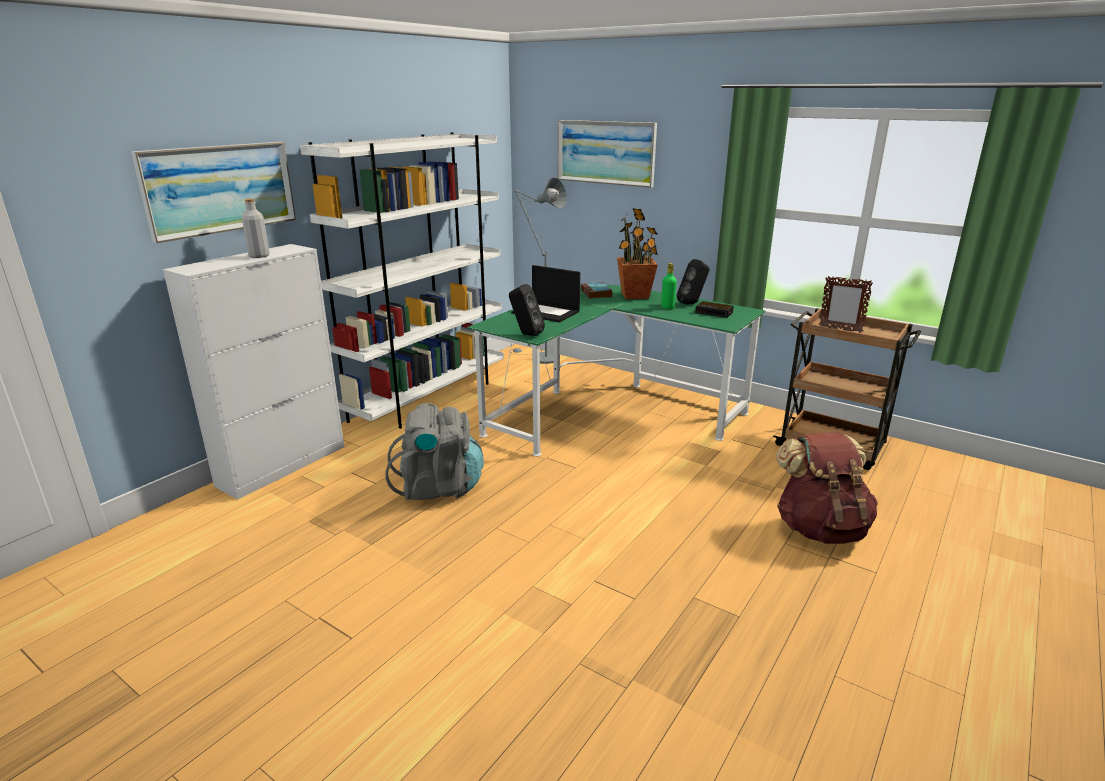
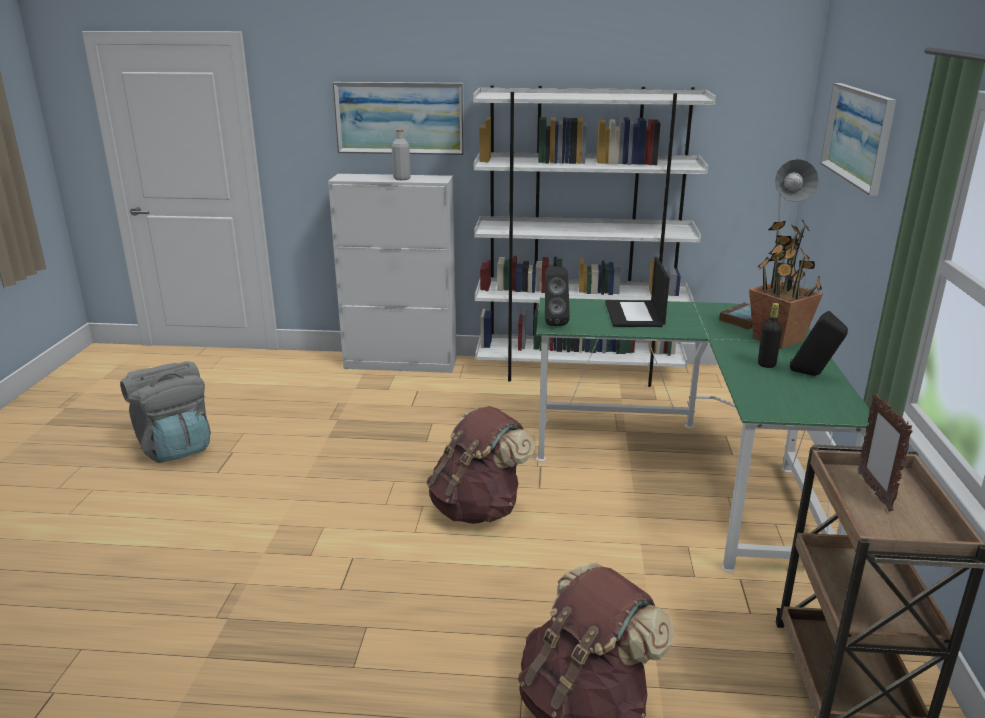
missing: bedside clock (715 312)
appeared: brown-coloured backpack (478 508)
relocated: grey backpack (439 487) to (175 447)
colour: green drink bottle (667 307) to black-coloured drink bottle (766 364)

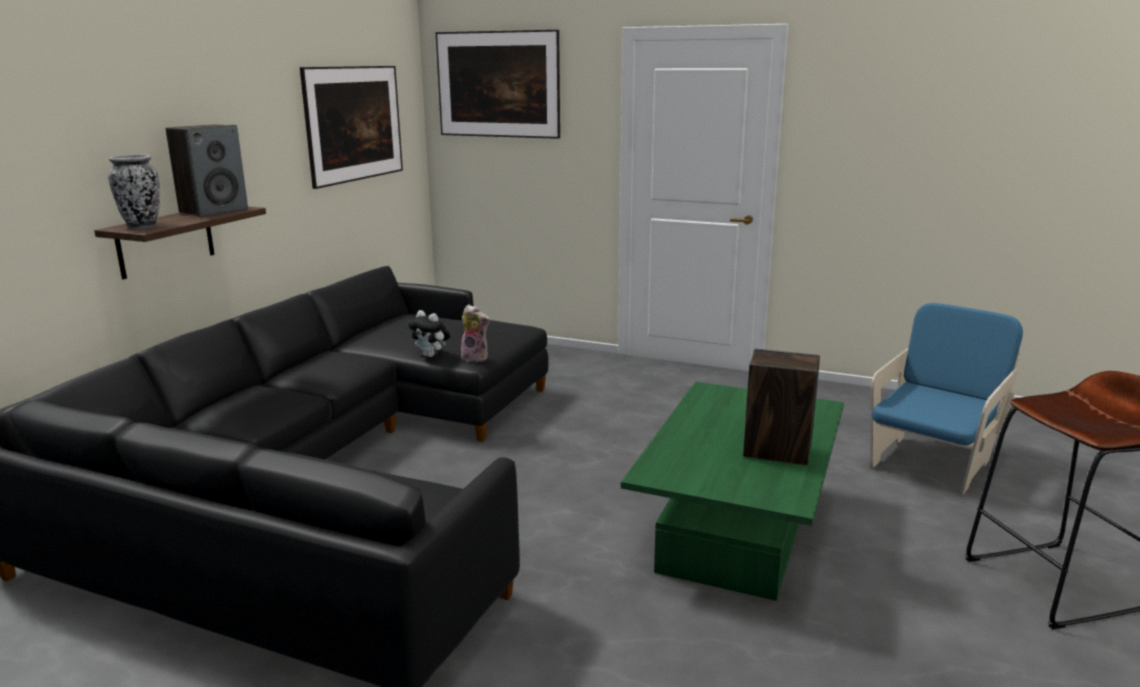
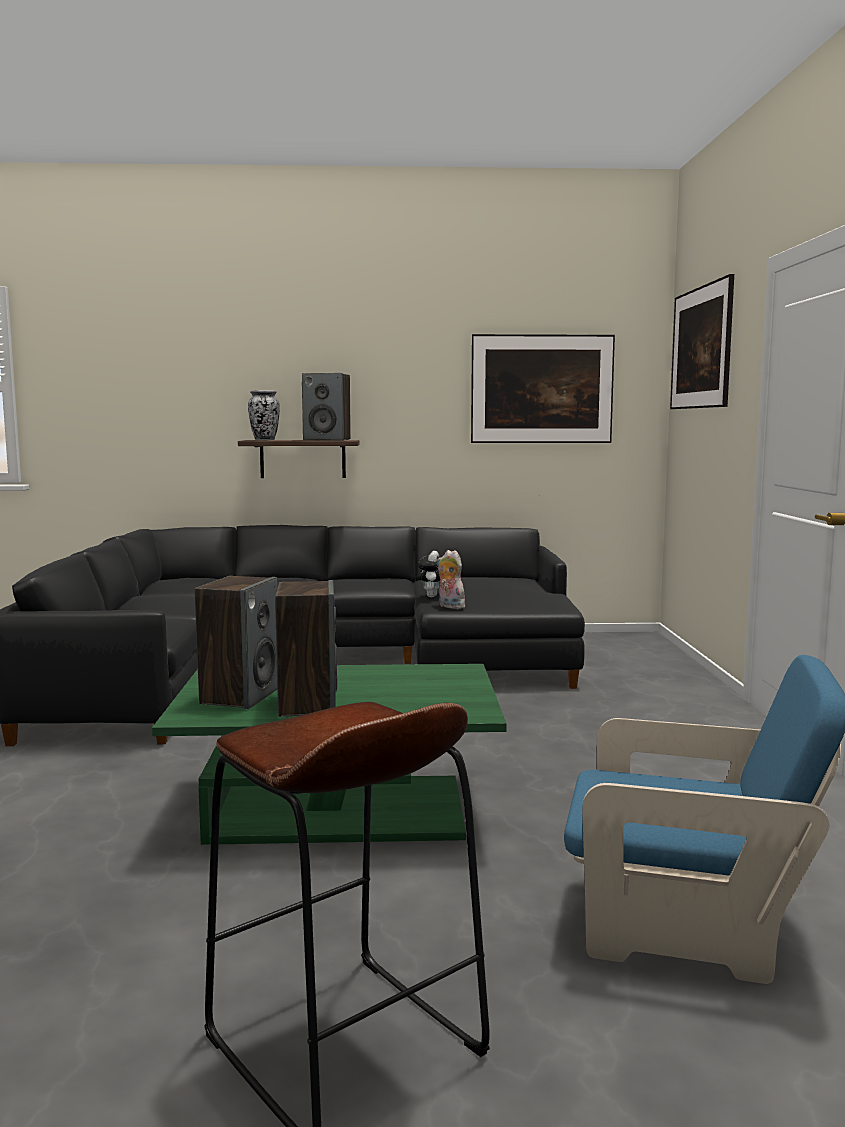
appeared: audio speaker (240 696)
spun: plush toy (476 358) = (449 606) 135 degrees clockwise

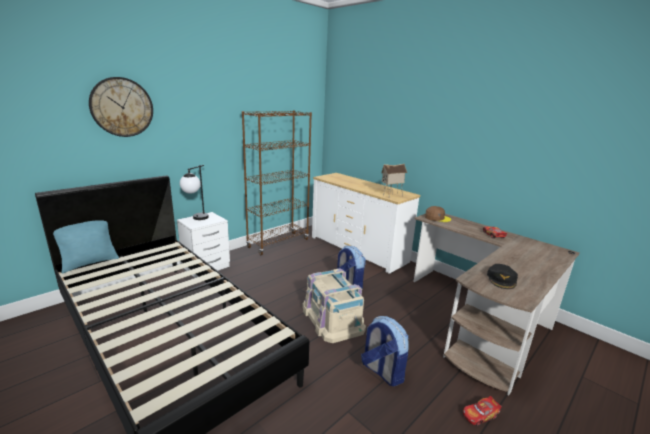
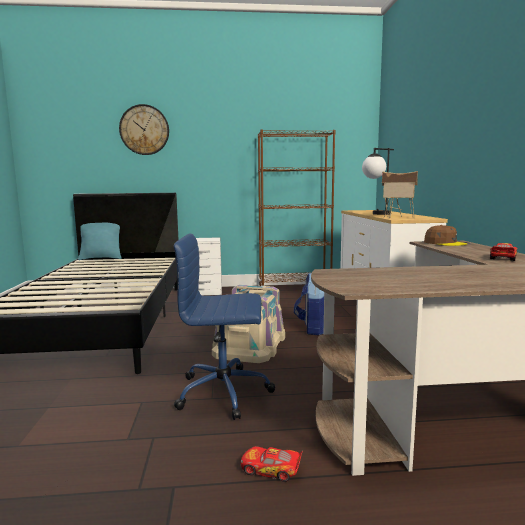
missing: black-coloured cap (502 279)
relocated: tabletop lamp (196 219) to (376 214)
exchanged: backpack (382 371) to bluish office chair (225 392)

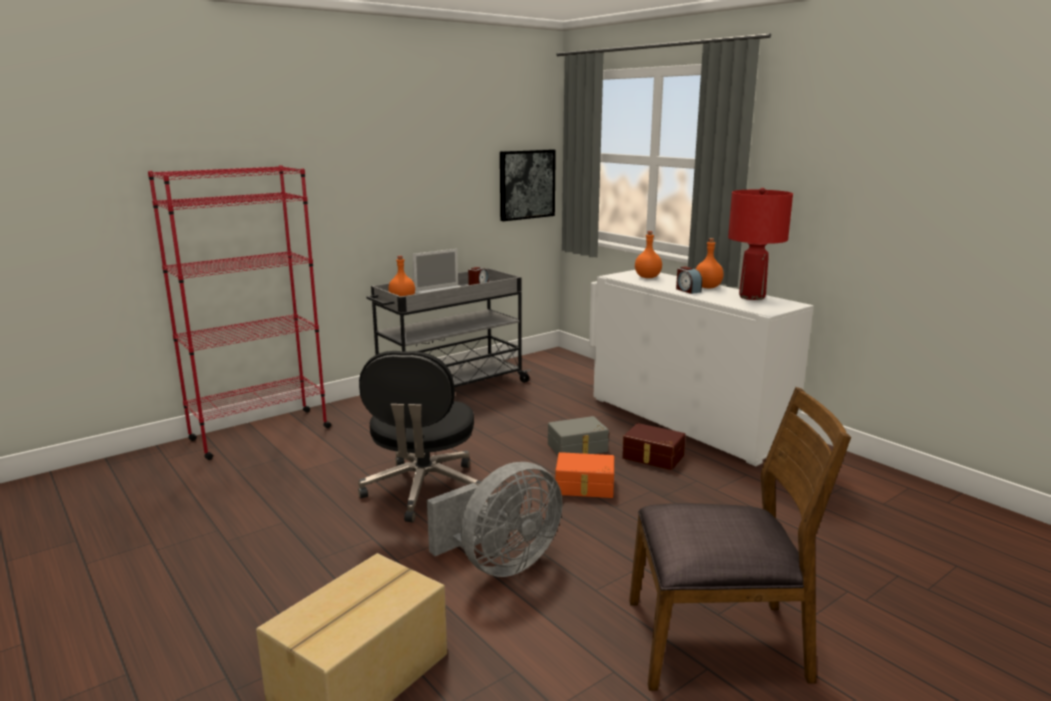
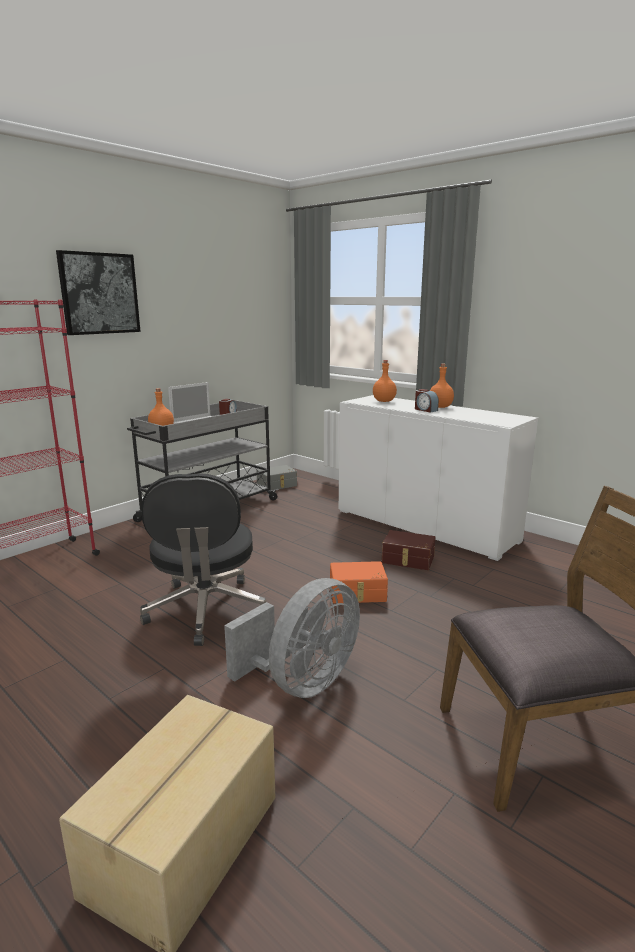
missing: red-coloured tabletop lamp (751 297)
relocated: wall art (526 184) to (99 293); grey storage container (578 448) to (277 485)

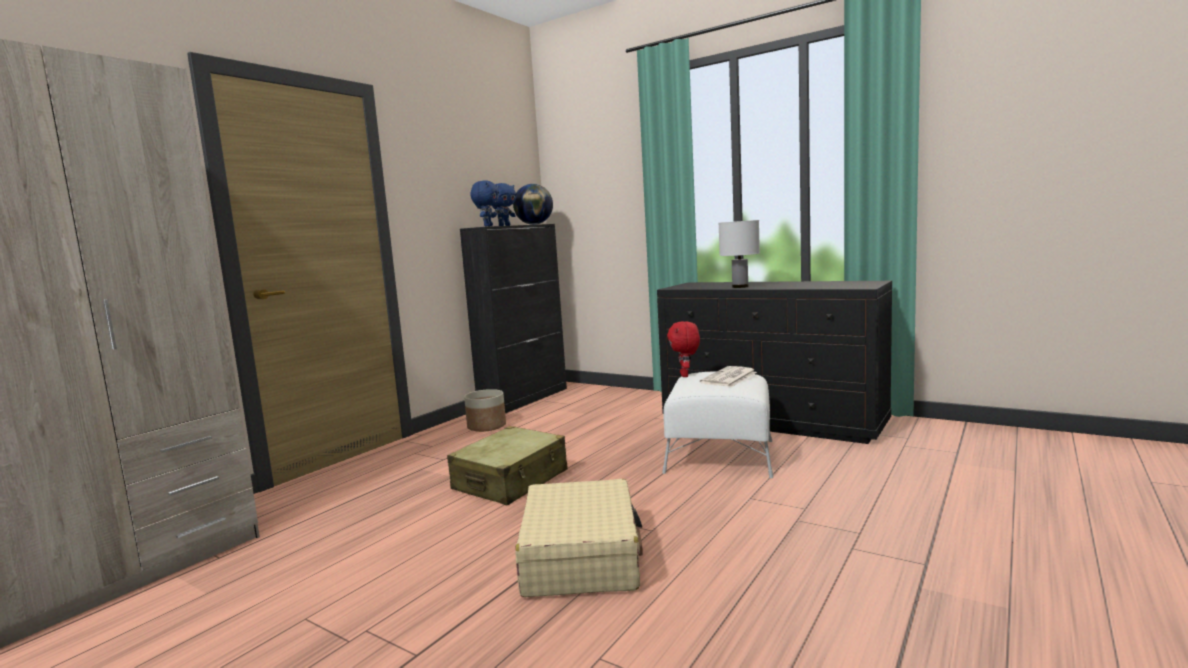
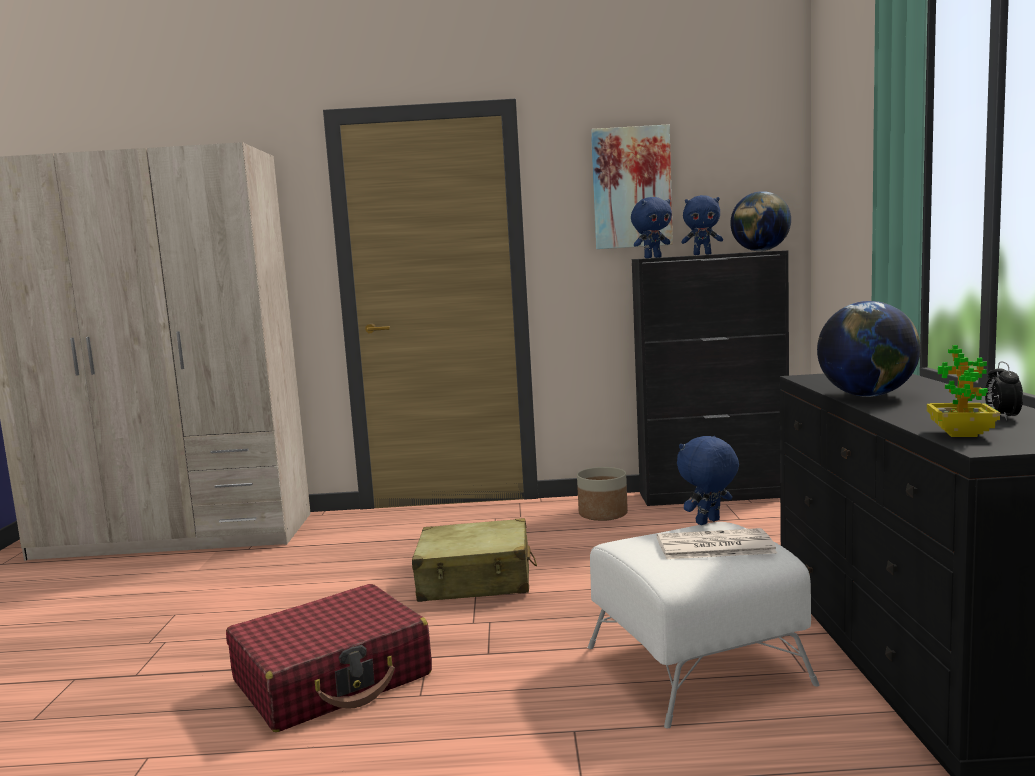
appeared: wall art (631 188); houseplant (961 434); bedside clock (1001 417)
exchanged: white-coloured tabletop lamp (740 287) to world globe (867 396)
colour: beige suitcase (581 556) to red-coloured suitcase (333 678); red-coloured plush toy (685 375) to bluish plush toy (708 522)

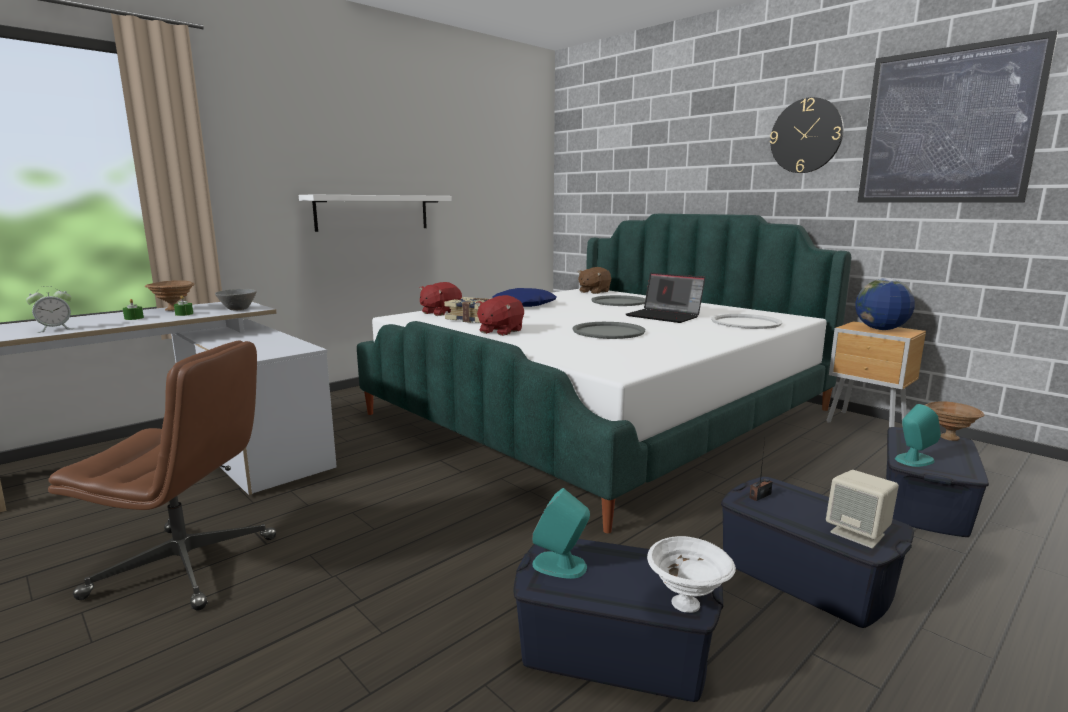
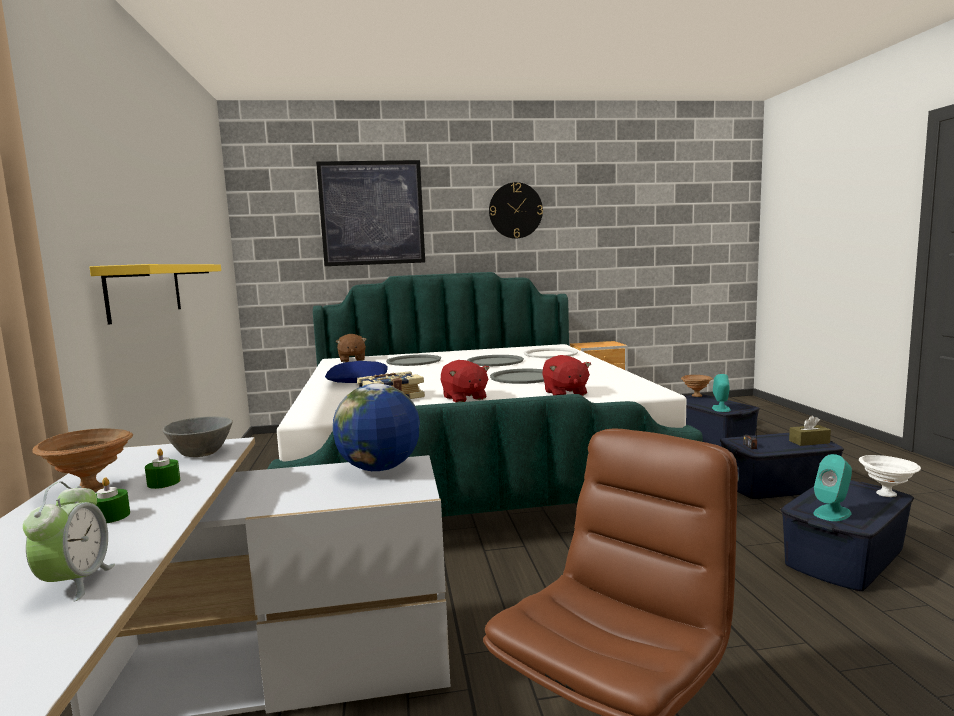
relocated: red-coloured plush toy (440 313) to (565 393); world globe (881 329) to (379 469); wall art (946 126) to (372 213)
exchanged: notebook computer (665 316) to grey carrying tray (495 361); beige audio speaker (858 534) to brown-coloured tissue box (809 442)
colour: white-coloured wall shelf (373 212) to yellow-coloured wall shelf (145 291)

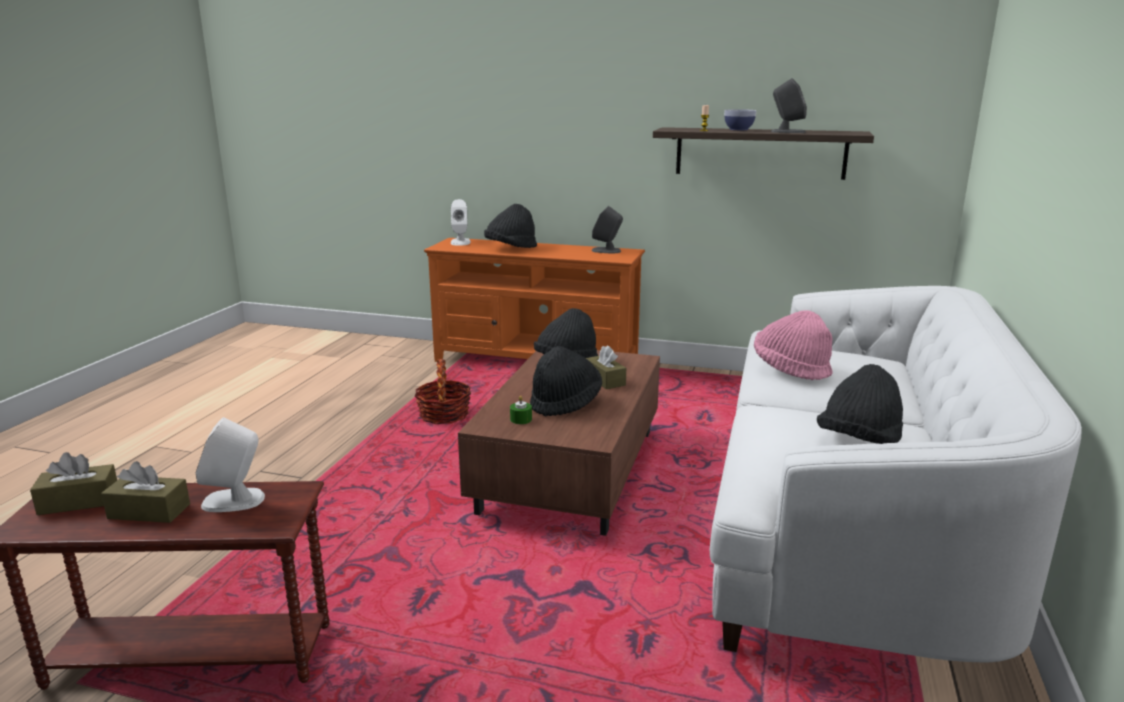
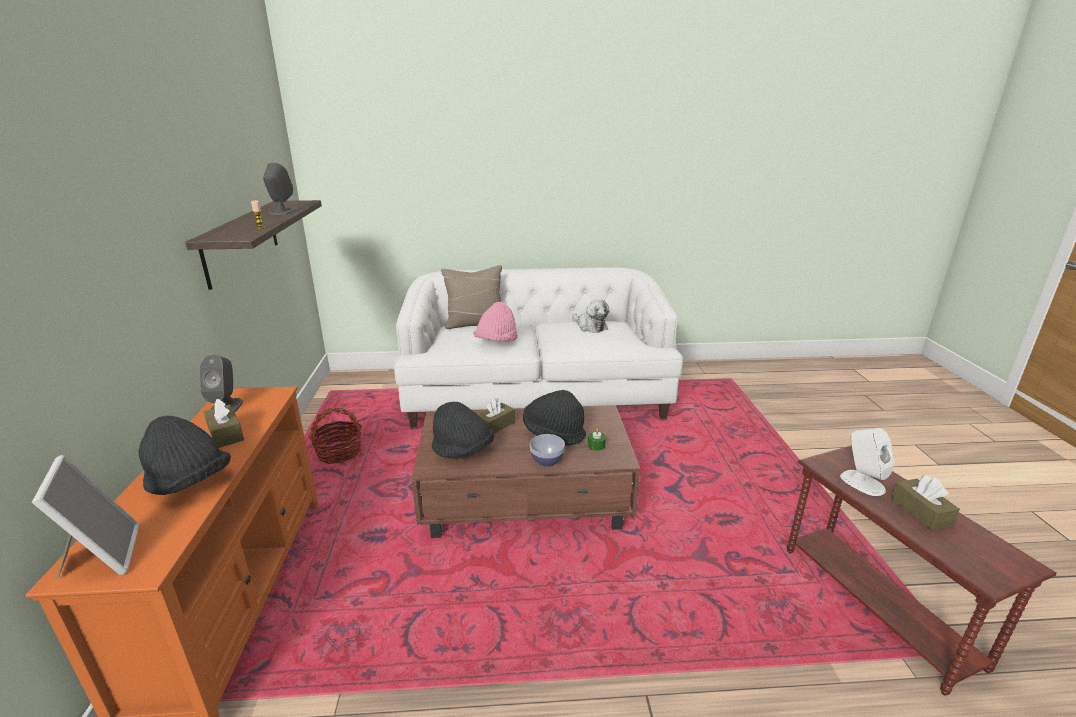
appeared: beige cushion (475 323)
relocated: brown-coloured tissue box (79 501) to (226 434); storage basket (444 415) to (339 452); serving bowl (738 129) to (547 461)
exchanged: white-coloured audio speaker (460 242) to standing frame (102 556); black-coloured hat (858 442) to plush toy (590 326)

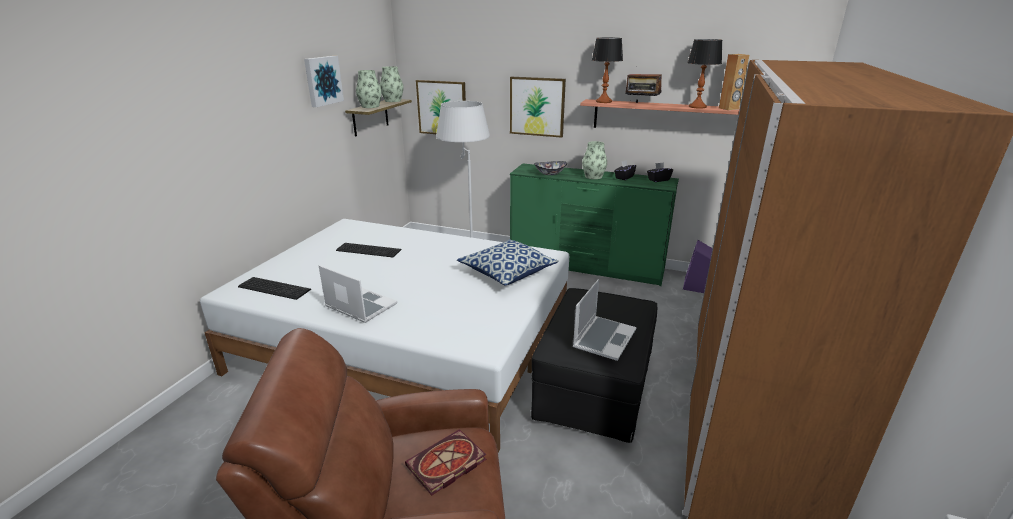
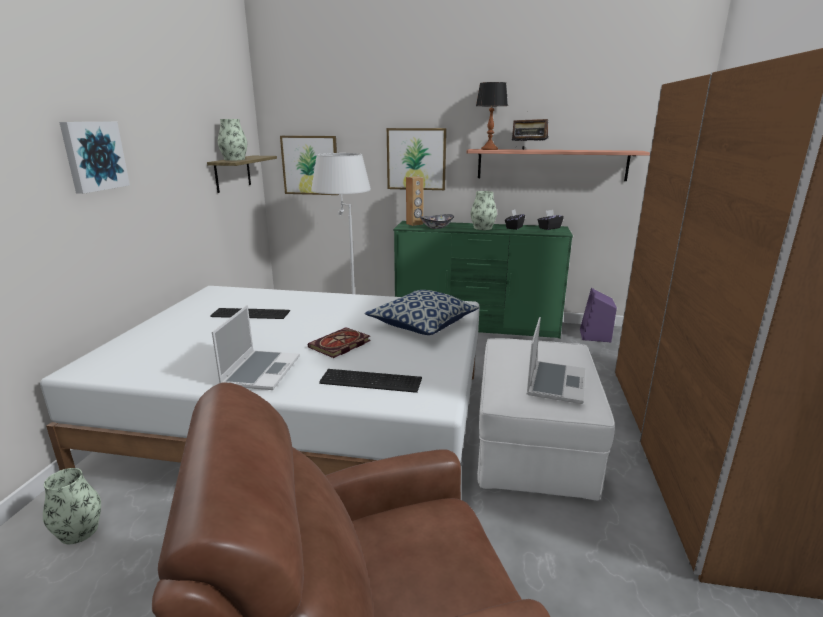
missing: tabletop lamp (697 107)
relocated: PC keyboard (274 287) to (370 379); wall art (322 80) to (93 156); flower vase (392 100) to (79 531); bound book (445 465) to (339 345); brown-coloured audio speaker (729 108) to (414 224)
colour: black-coloured pouffe (594 386) to white-coloured pouffe (533 443)
spun: notebook computer (360 306) = (260 371) 75 degrees clockwise

